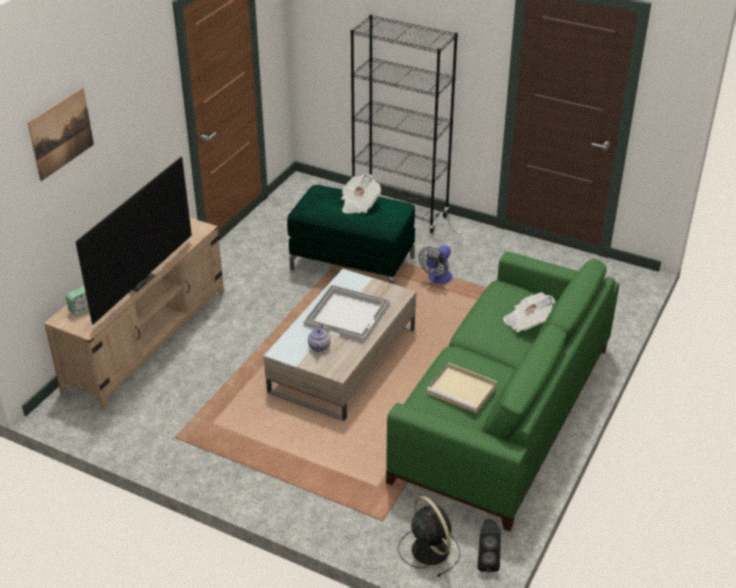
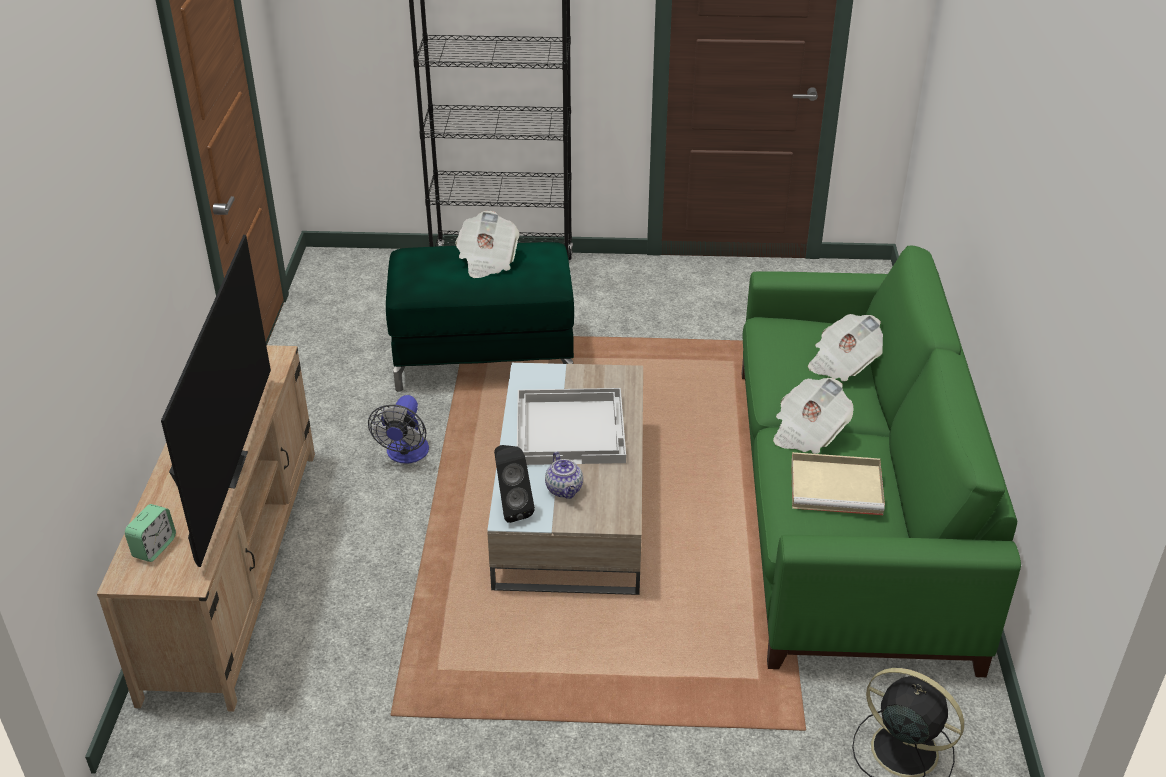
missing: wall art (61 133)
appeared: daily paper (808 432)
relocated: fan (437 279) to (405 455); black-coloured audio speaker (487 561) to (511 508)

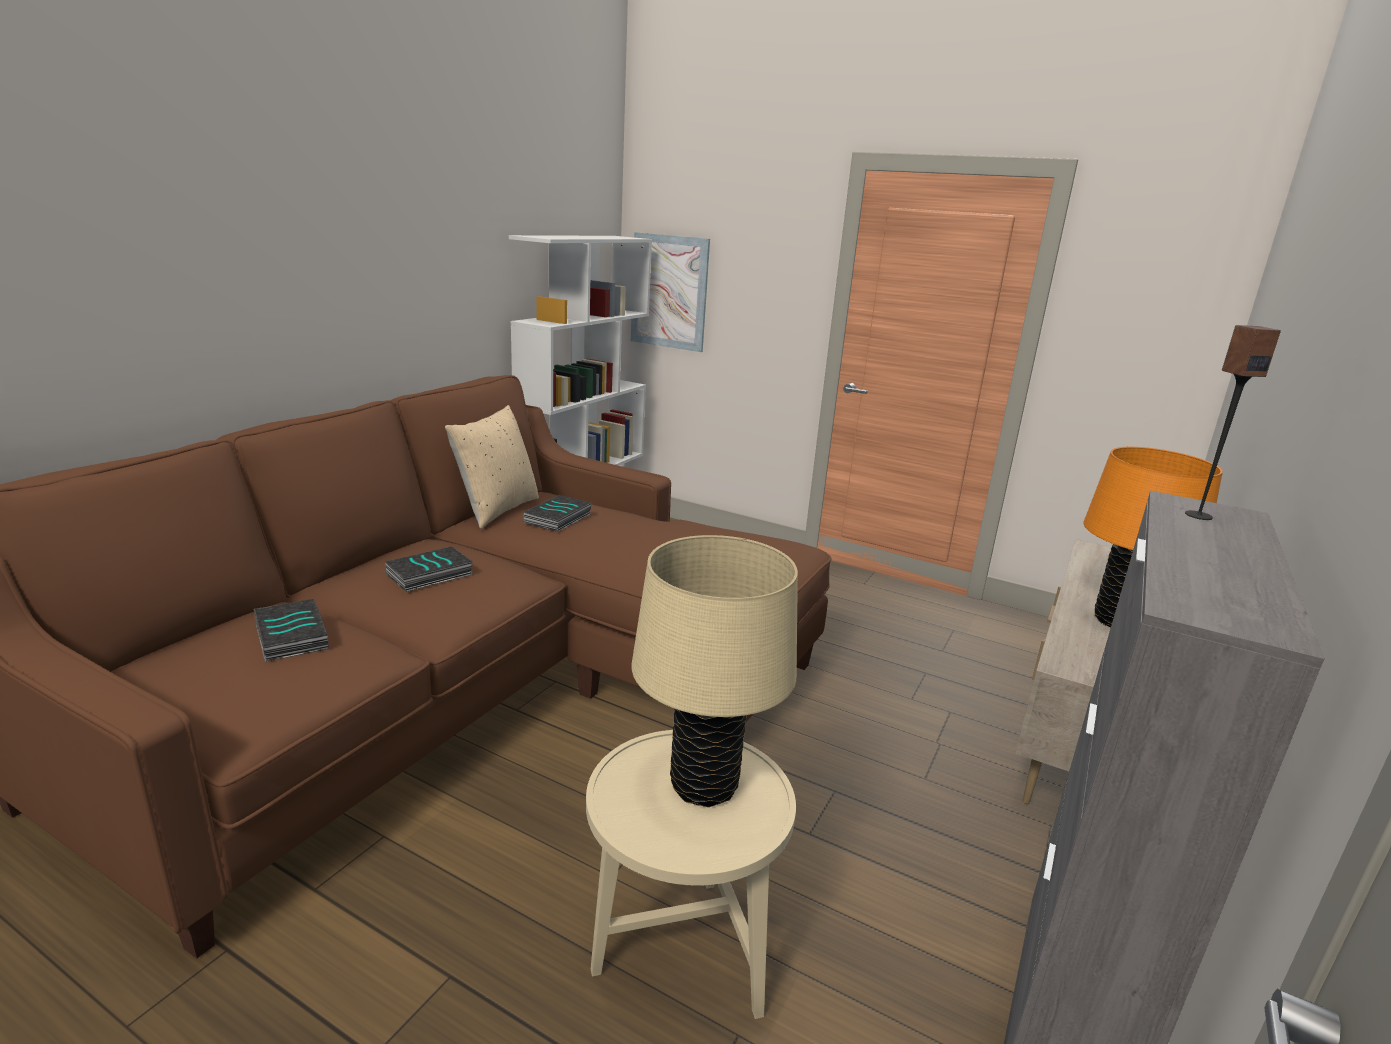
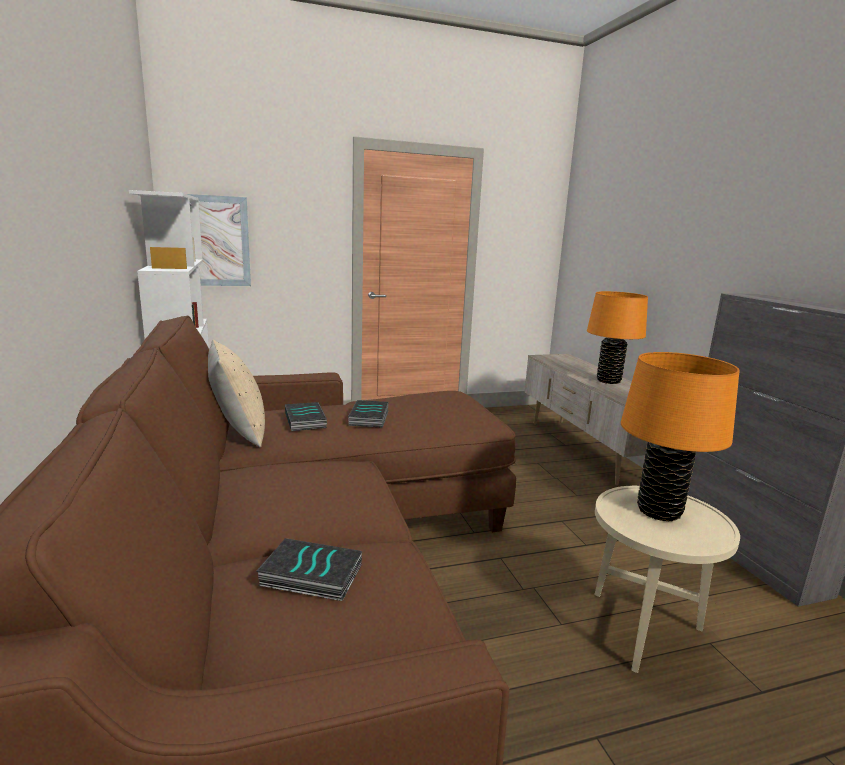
missing: audio speaker (1198 515)
relocated: bound book (429 575) to (370 418)
colour: beige tabletop lamp (704 786) to orange tabletop lamp (659 511)

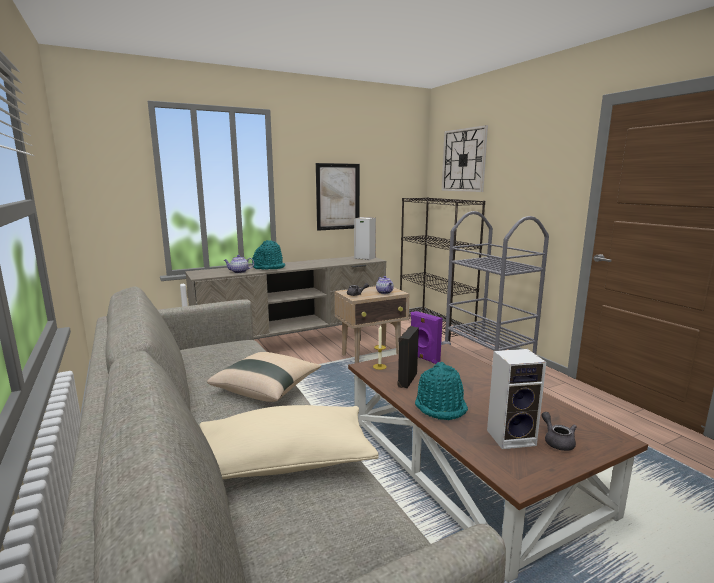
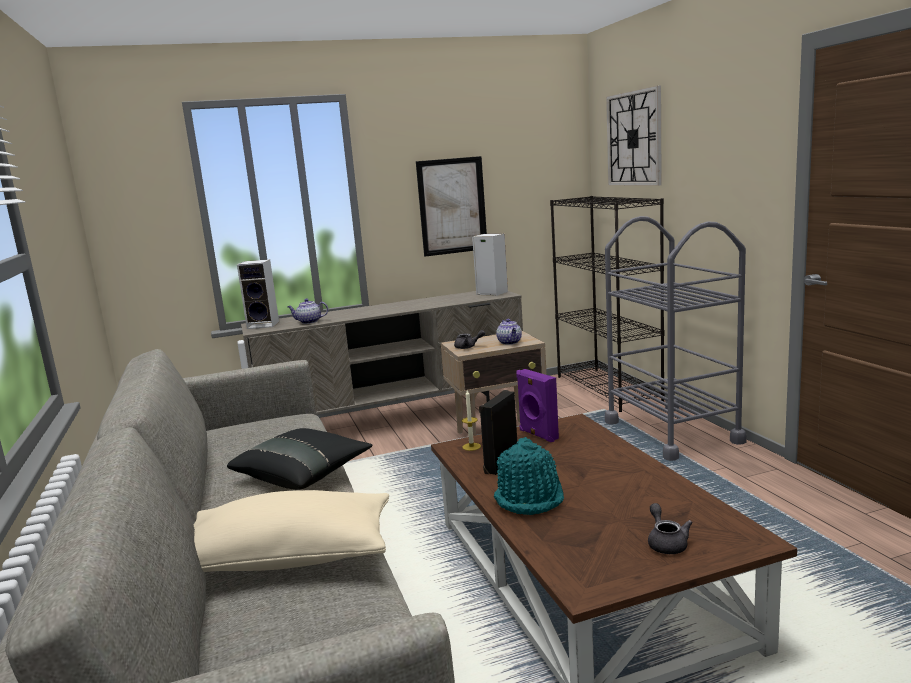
missing: turquoise-coloured hat (269 267)
relocated: audio speaker (512 437) to (264 325)
colour: beige cushion (267 389) to black-coloured cushion (304 475)

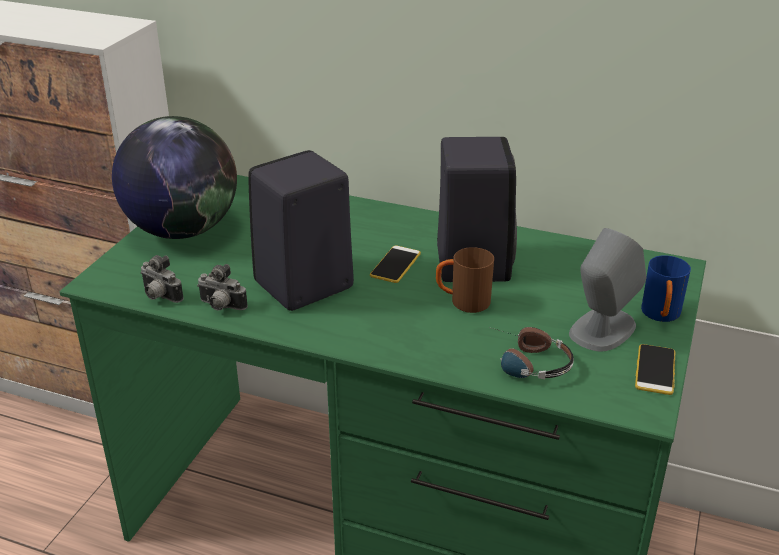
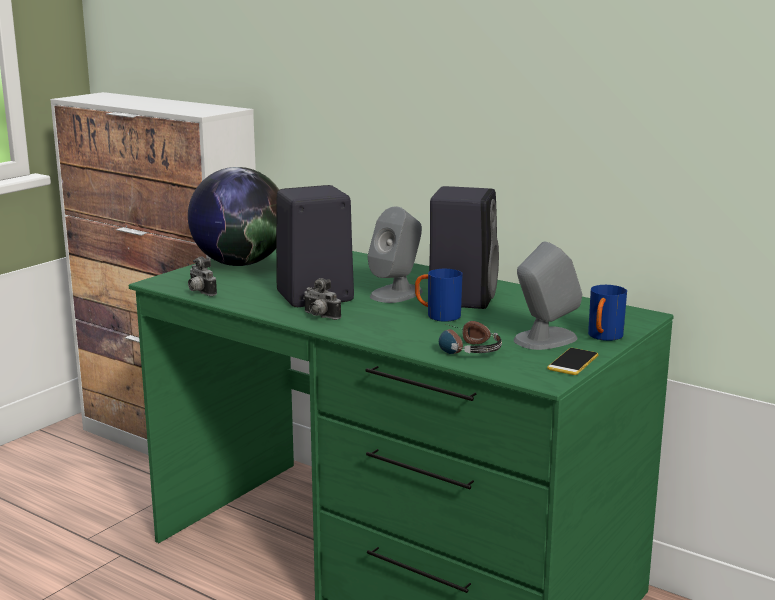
relocated: still camera (221 307) to (319 317)
exchanged: telephone (395 265) to grey audio speaker (396 293)
colour: brown-coloured mug (462 302) to bluish mug (437 316)

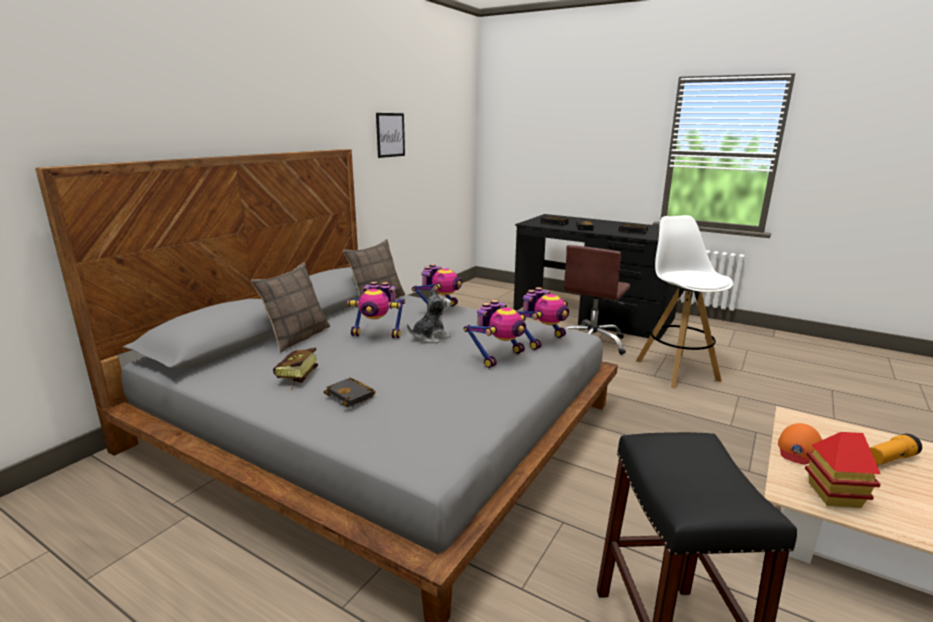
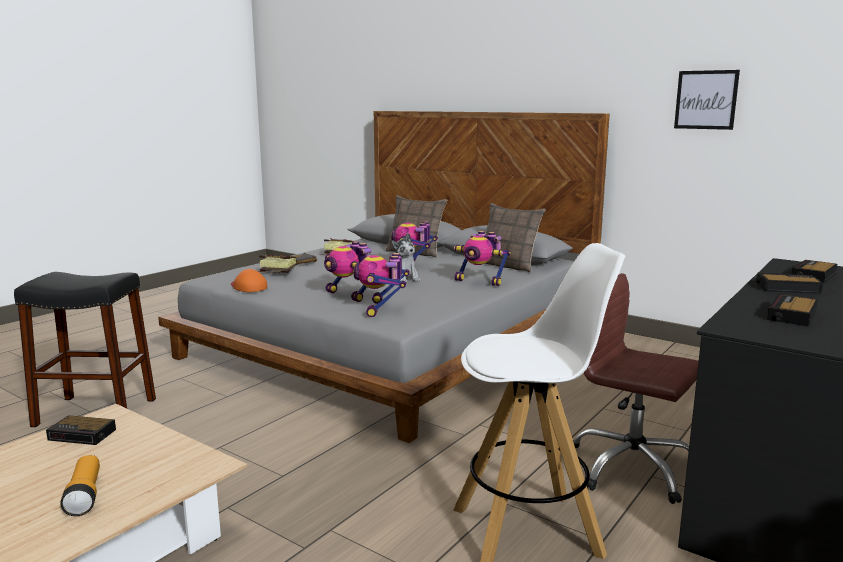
appeared: bound book (275 272)
relocated: orange cap (798 449) to (248 287)
exchanged: toy house (833 494) to bedside clock (83 435)
spun: toy robot (542 340) = (382 309) 45 degrees clockwise

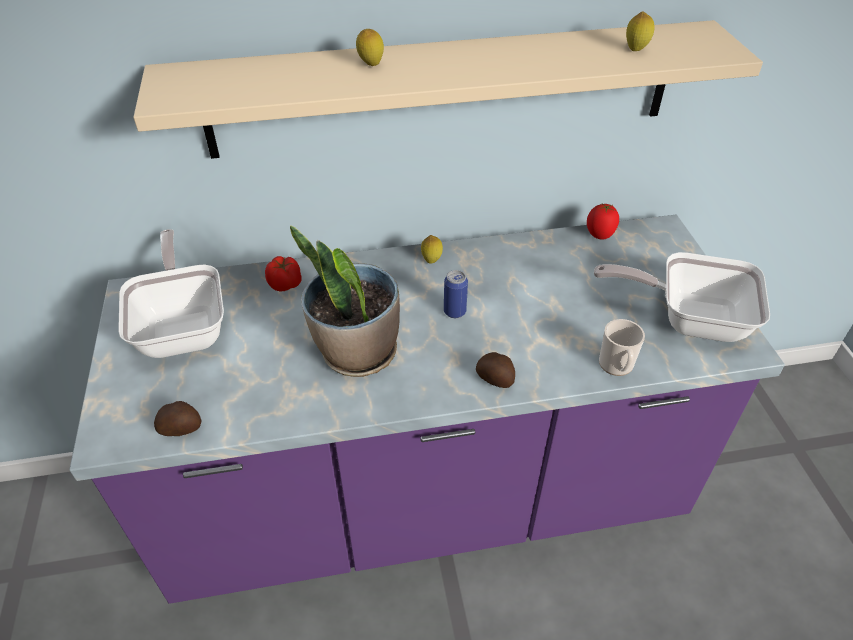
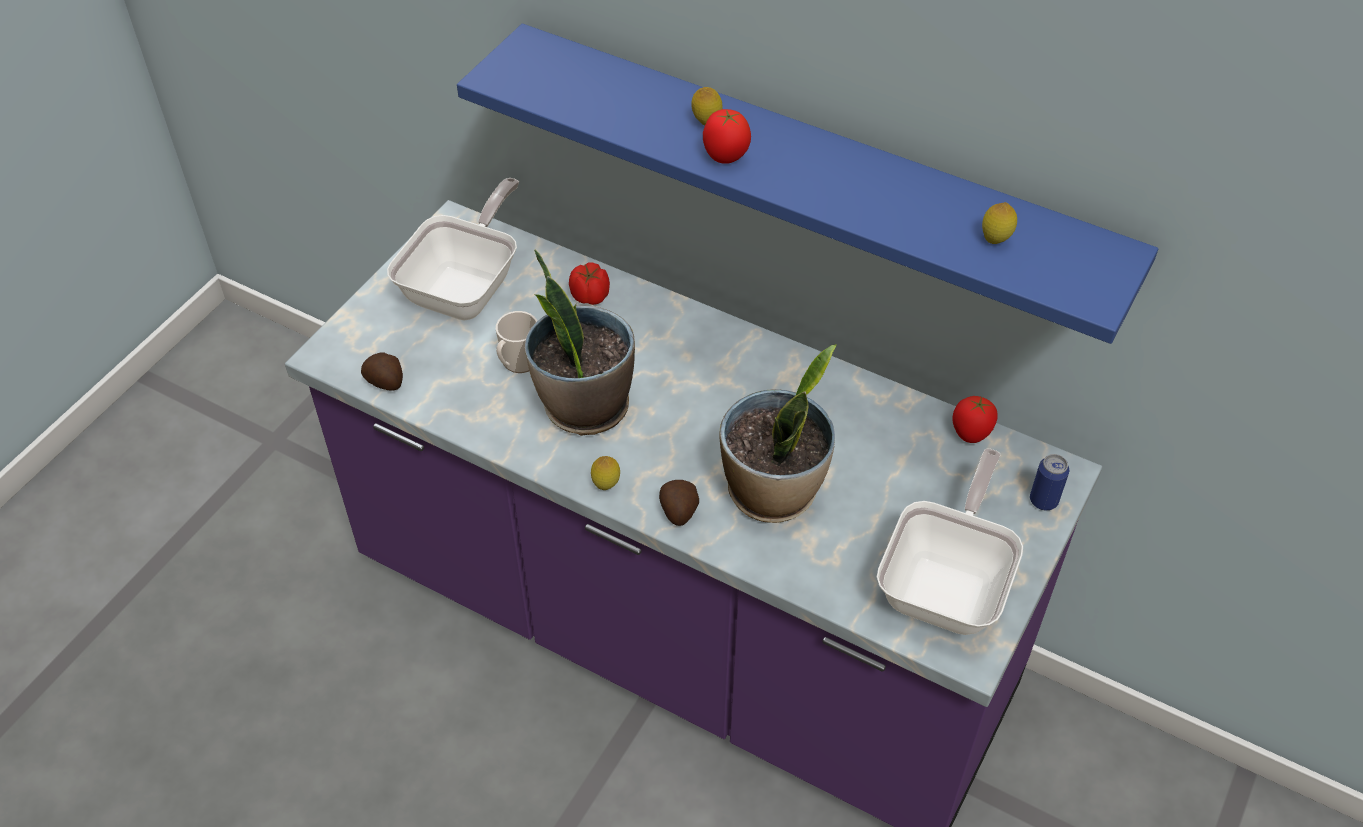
appeared: tomato (725 158); houseplant (773 492)
relocated: lemon (431 260) to (606 485); can (454 311) to (1043 500); mug (617 366) to (518 362)
colour: beige wall shelf (443 90) to bluish wall shelf (811 175)
spun: pan (689 319) = (948 584) 60 degrees clockwise

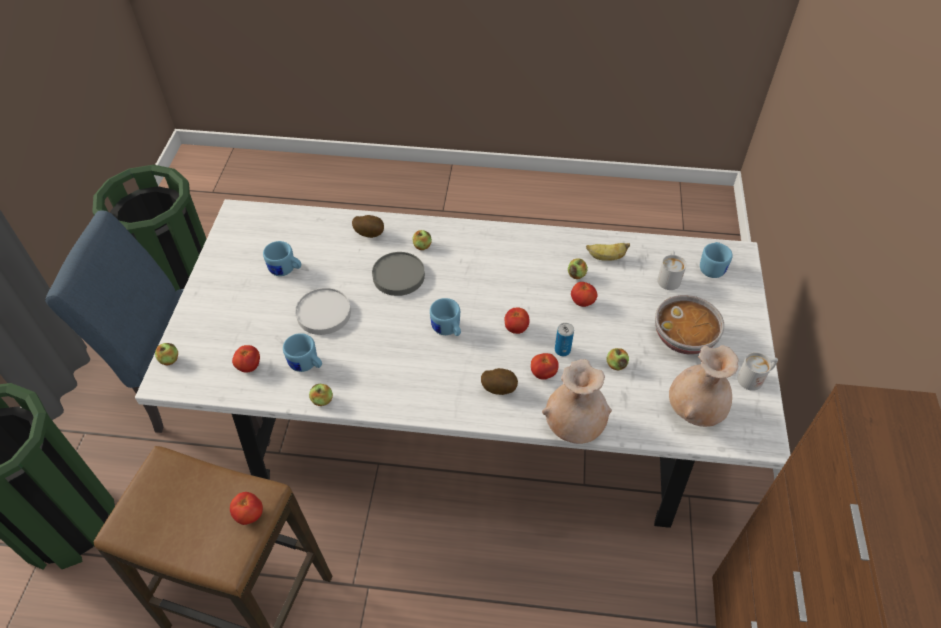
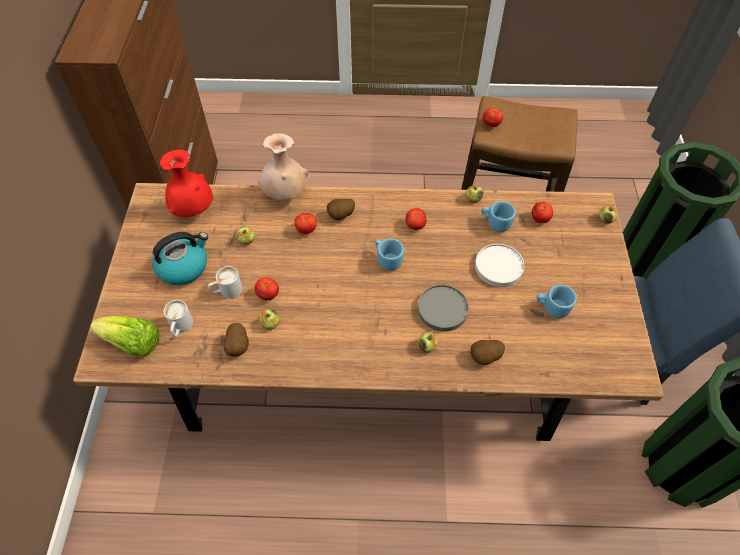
missing: can (562 350)
relocated: tomato (516 328) to (415 225); white-coloured mug (755 378) to (226 291)
exchanged: banana fruit (606 257) to potato (238 346); serving bowl (684 338) to water kettle (184 266); bluish mug (712 267) to head of lettuce (132 343)
colour: white-coloured kitchen table (470 421) to brown-coloured kitchen table (370 358); beige flower vase (694 411) to red-coloured flower vase (193 210)

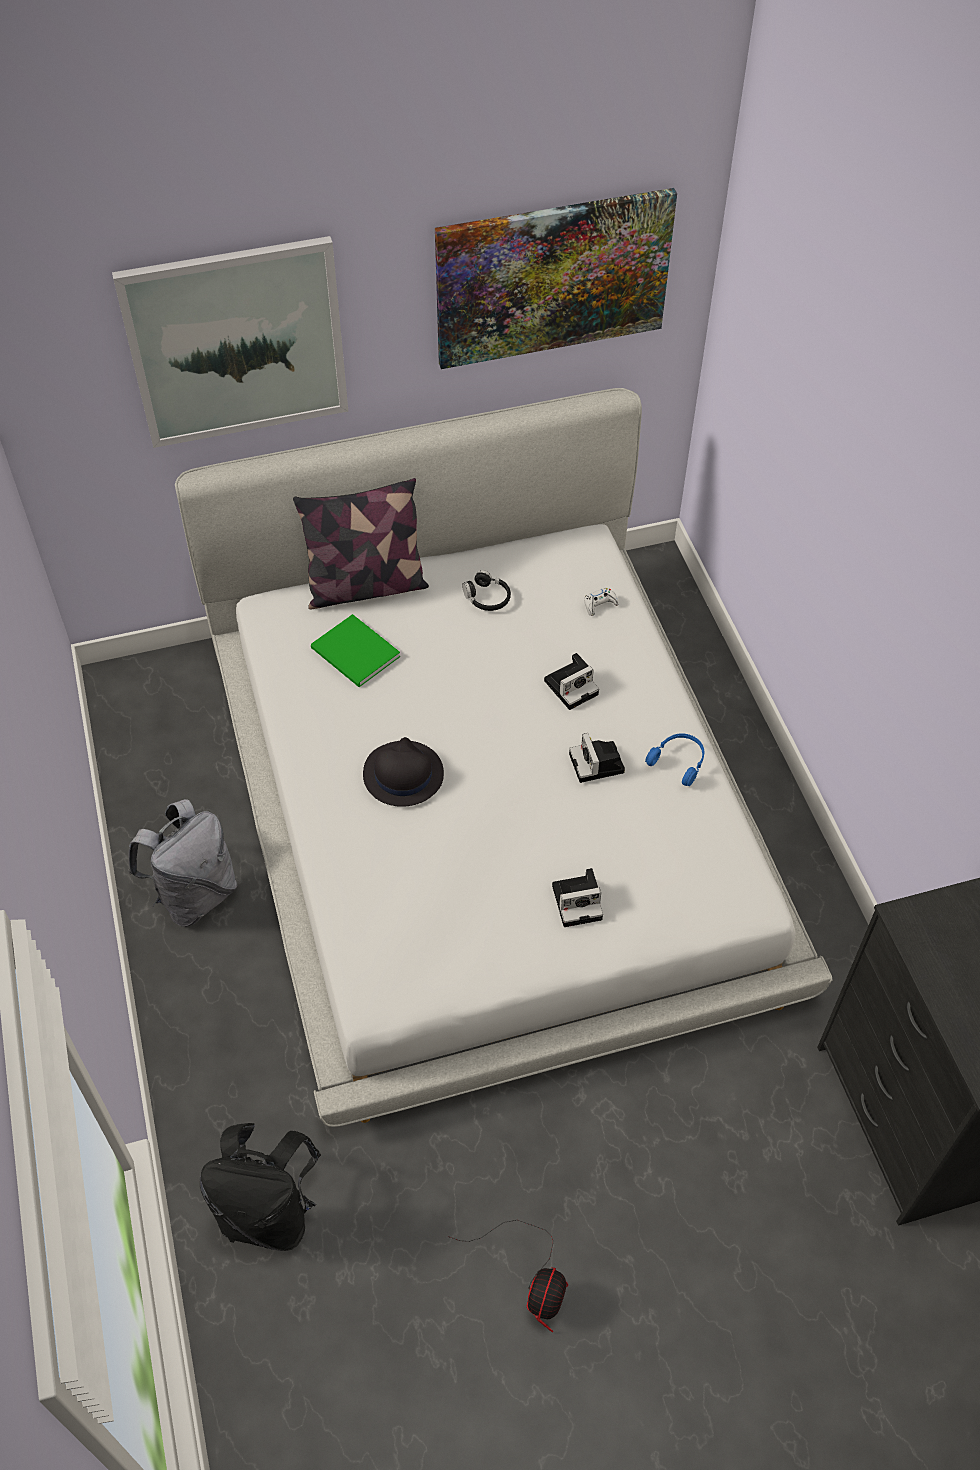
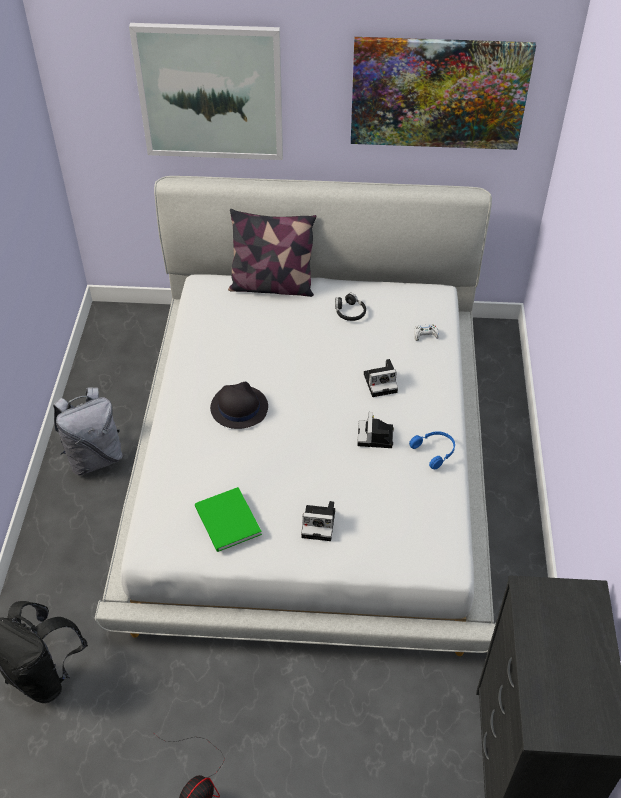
relocated: green bound book (355 655) to (227 522)

